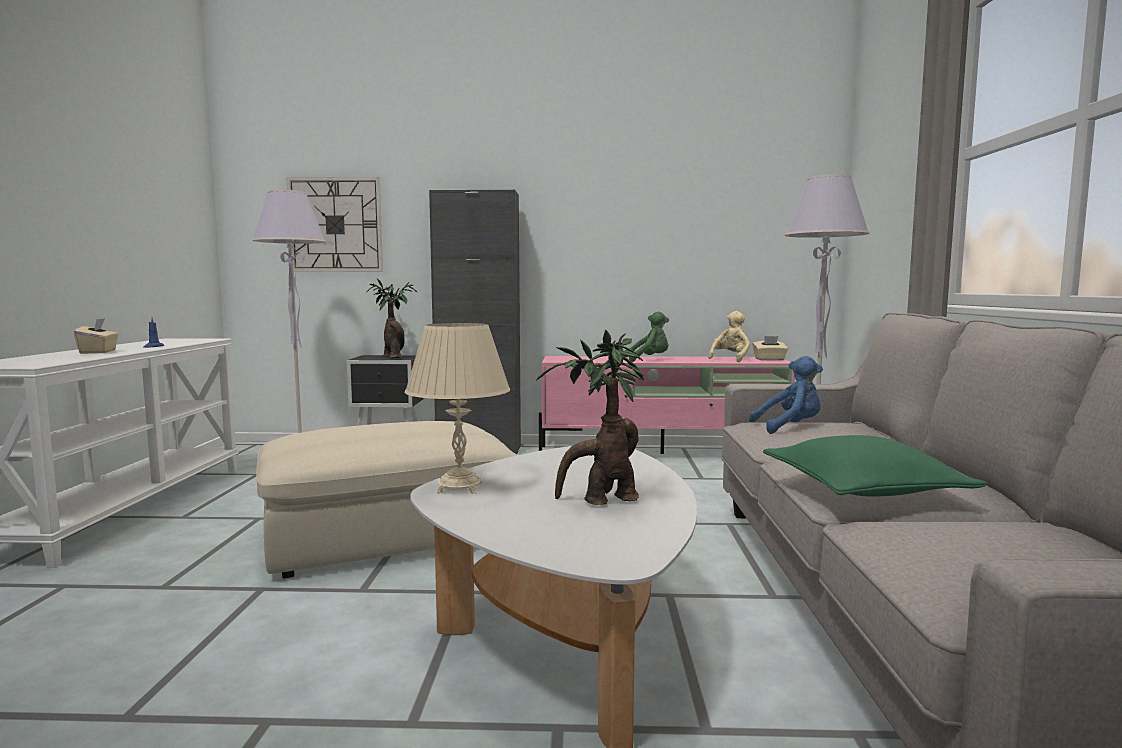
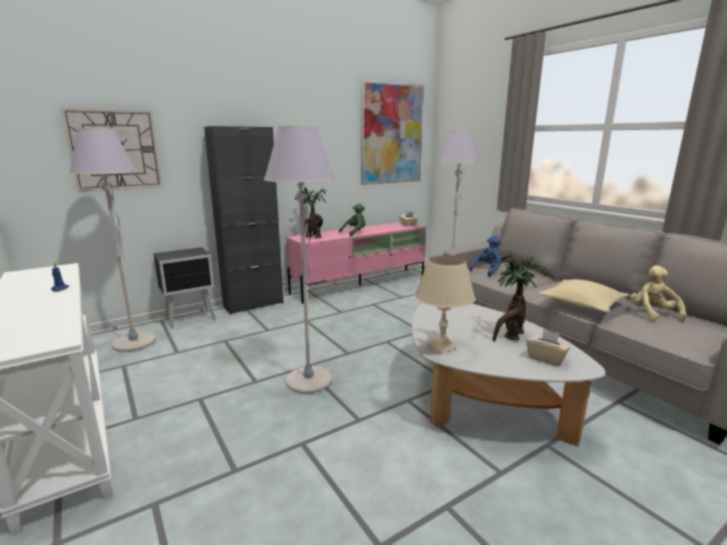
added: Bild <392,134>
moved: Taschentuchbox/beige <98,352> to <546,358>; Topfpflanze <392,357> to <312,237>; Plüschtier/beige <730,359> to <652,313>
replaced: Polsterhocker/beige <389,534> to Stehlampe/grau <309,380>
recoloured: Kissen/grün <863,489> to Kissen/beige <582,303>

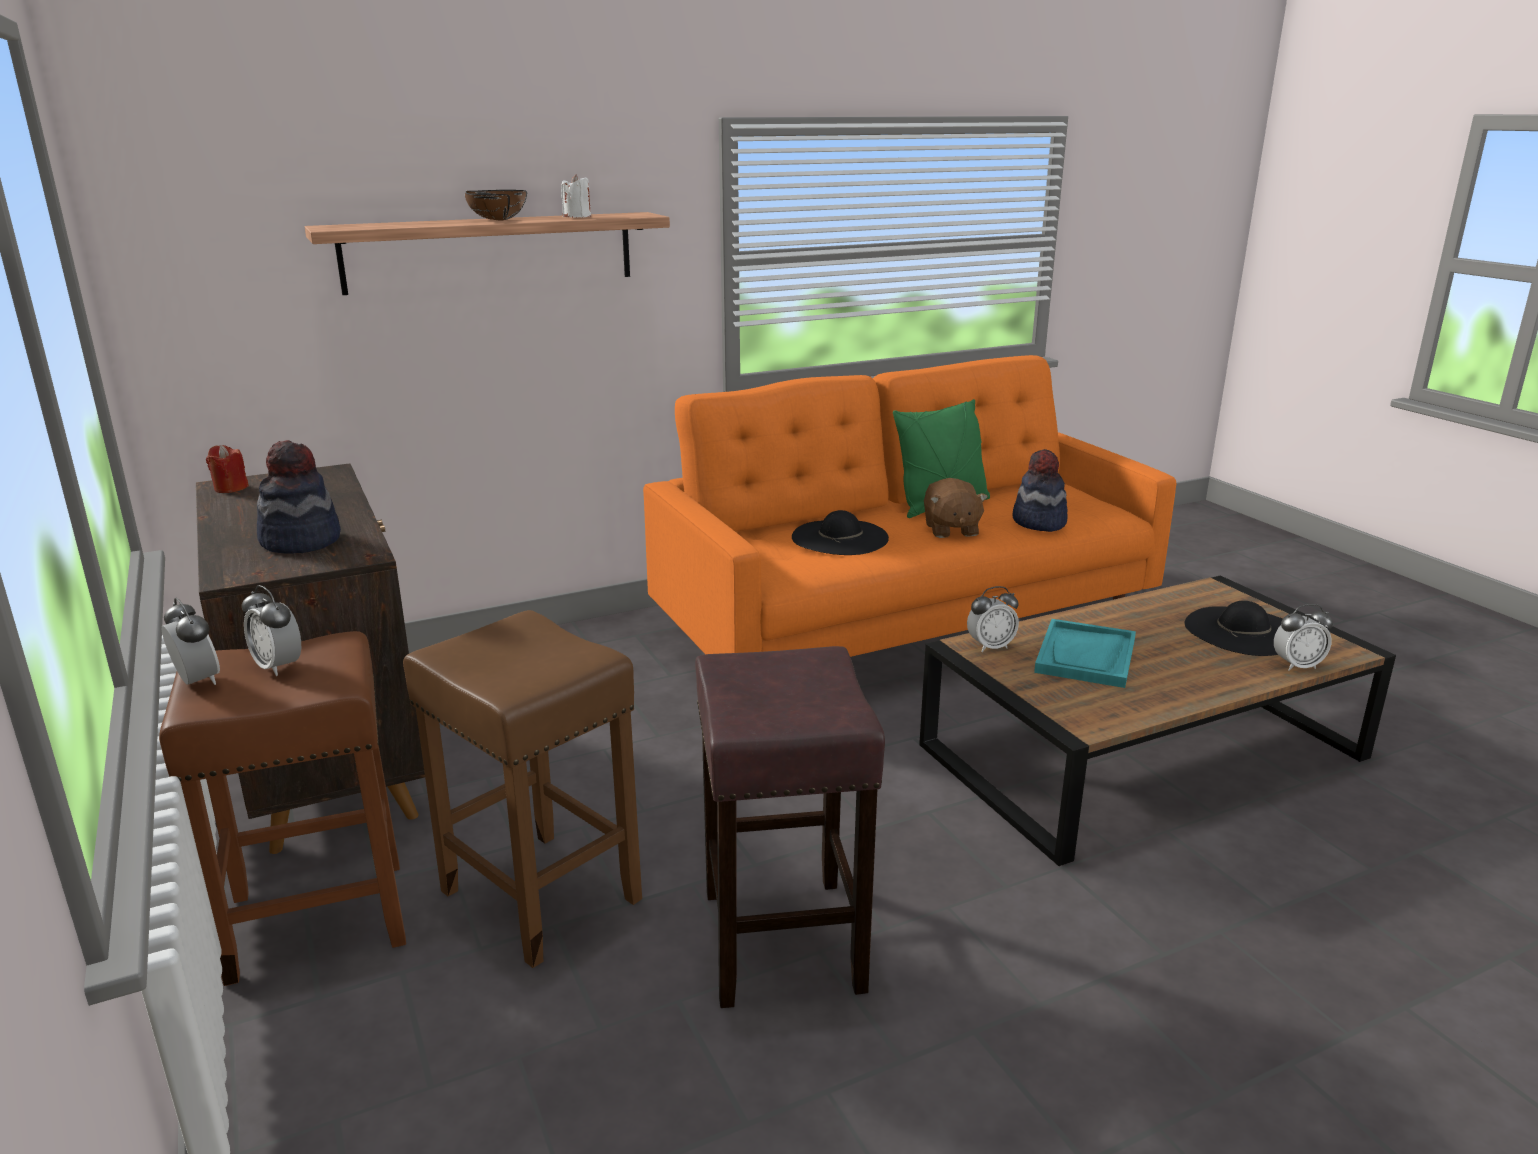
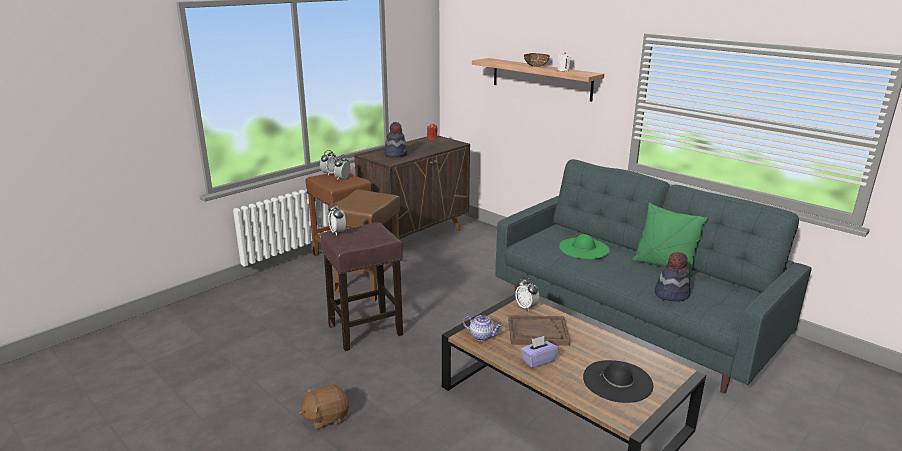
added: Teekanne <482,336>; Taschentuchbox/lila <538,361>
moved: Plüschtier/braun <950,530> to <326,417>; Wecker <1297,666> to <338,232>
recoloured: Sofa/orange <905,627> to Sofa/grau <632,321>; Hut/schwarz <840,537> to Hut/grün <584,248>; Tablett/türkis <1086,656> to Tablett/braun <537,332>

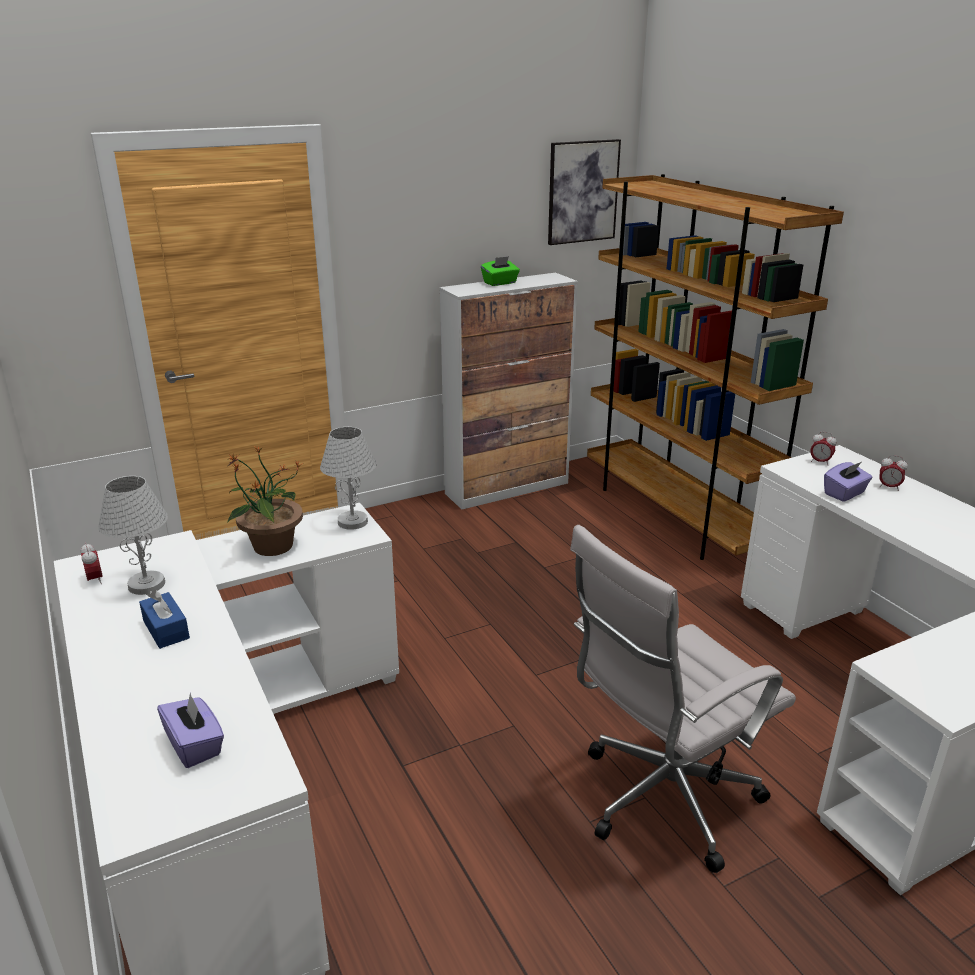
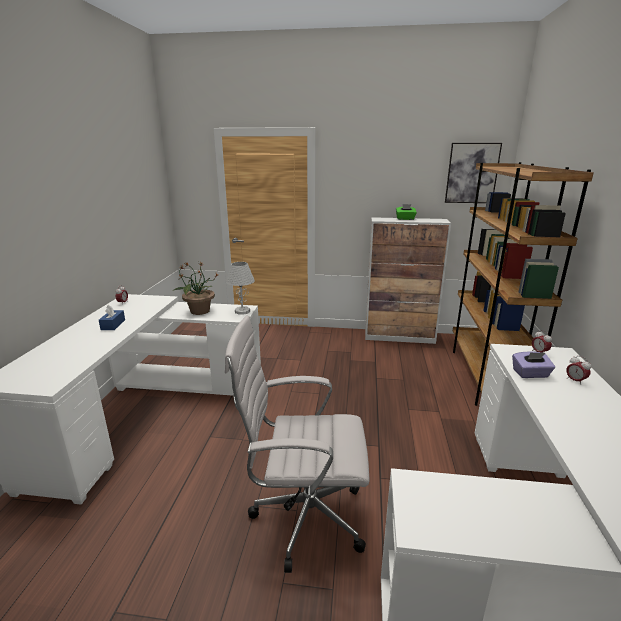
removed: Tischlampe/weiß <146,585>; Taschentuchbox/lila <195,745>

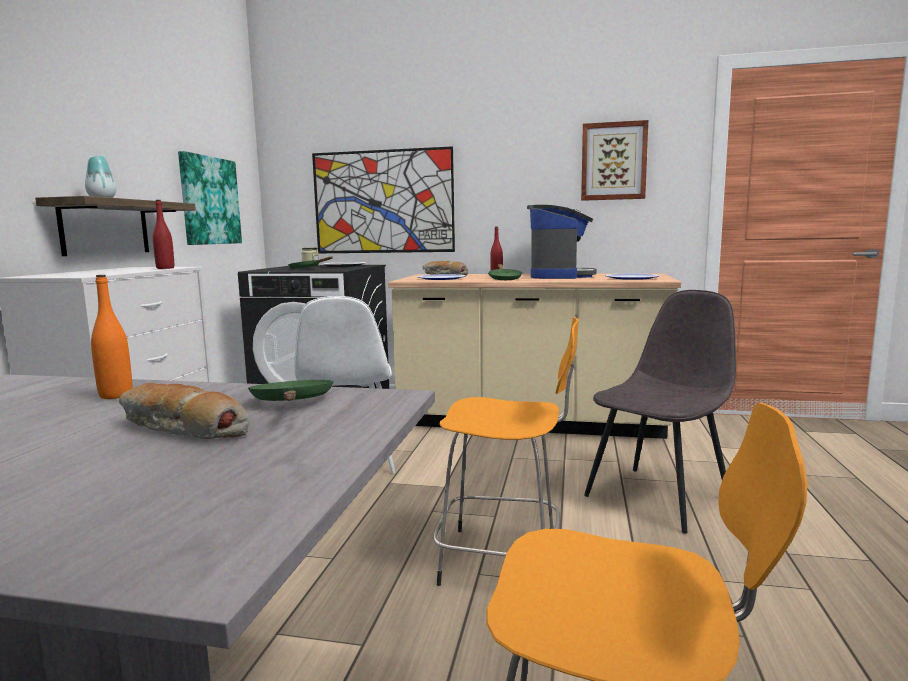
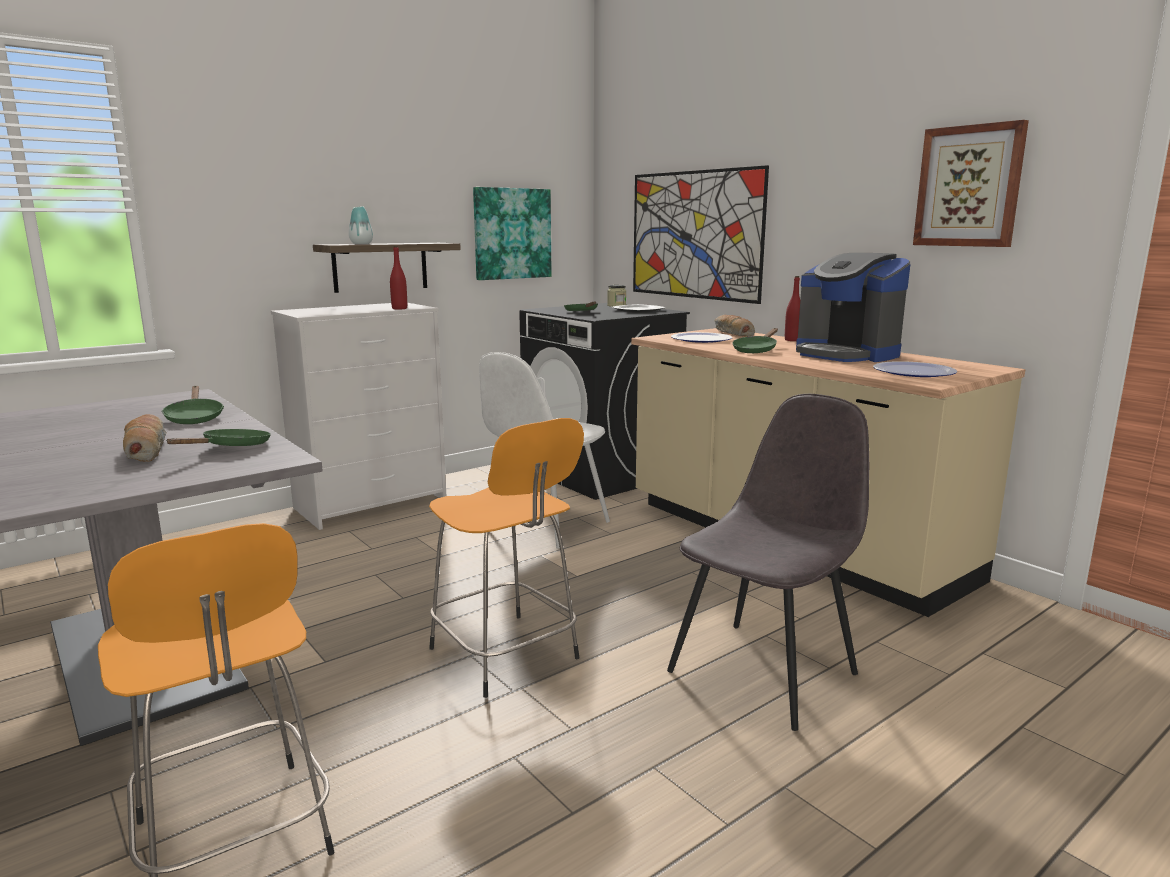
replaced: Flasche/orange <116,395> to Pfanne/grün <194,418>
turned: Kaffeemaschine <560,276> = <846,354> 90 degrees clockwise; Stuhl/grau <659,497> = <765,670> 45 degrees counterclockwise

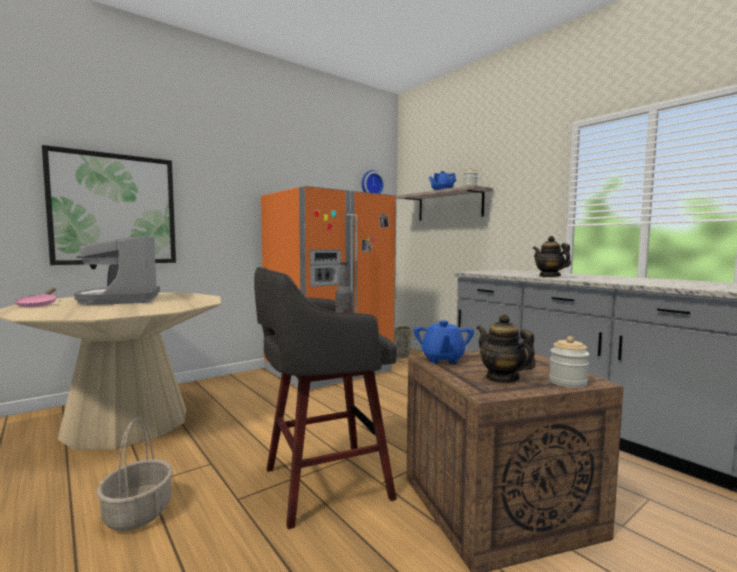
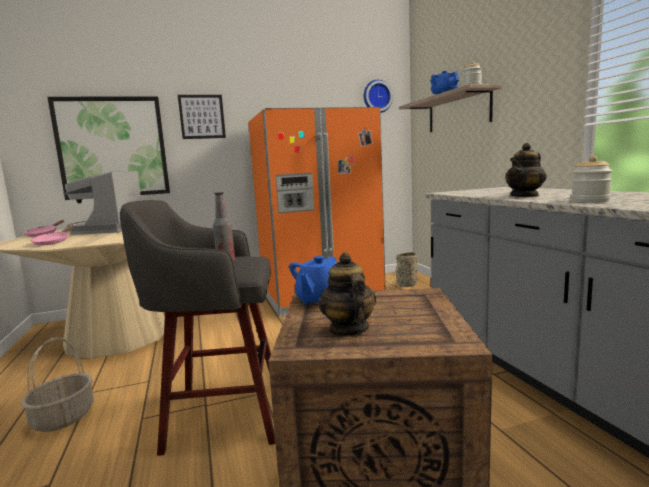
added: Pfanne/rosa <53,242>; Bild <202,117>
moved: Vorratsglas <567,382> to <590,201>
turned: Teekanne <549,276> = <525,196> 120 degrees counterclockwise

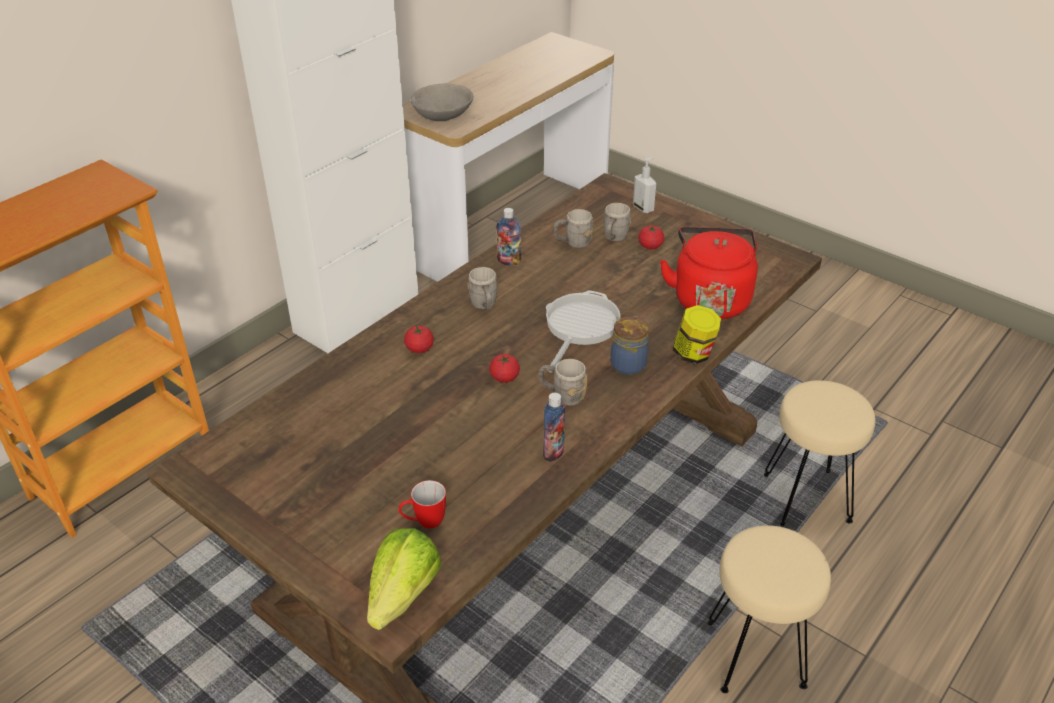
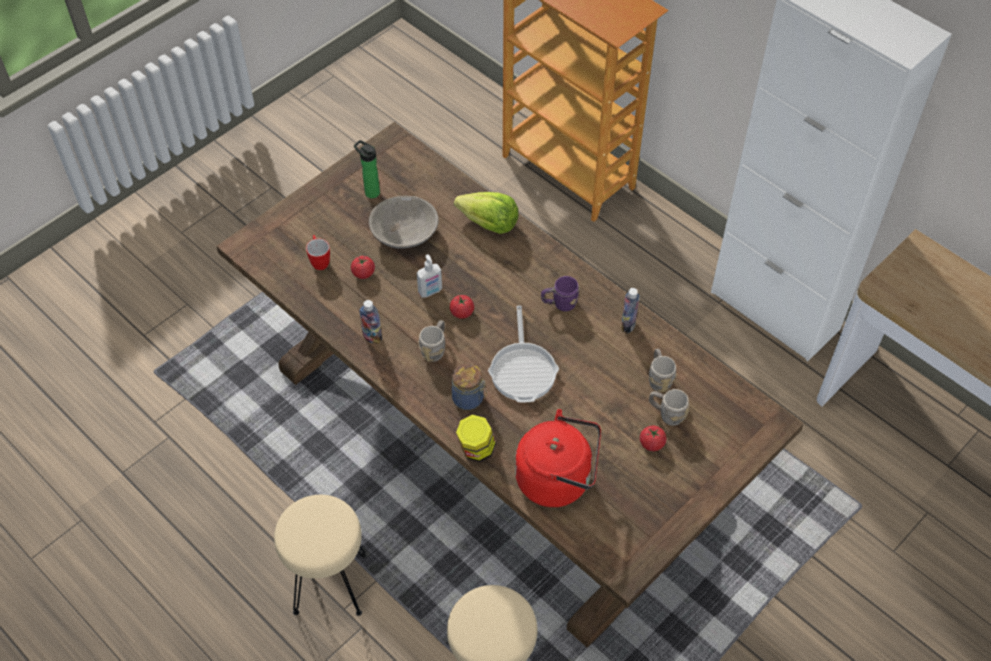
added: Flasche <370,192>
moved: Salatkopf <403,595> to <488,224>; Tomate <419,348> to <363,273>; Schüssel/grau <442,114> to <404,233>; Seifenspender <643,208> to <430,291>
recoloured: Henkelbecher/grau <484,306> to Henkelbecher/lila <559,304>
turned: Pfanne <580,327> = <523,370> 60 degrees clockwise

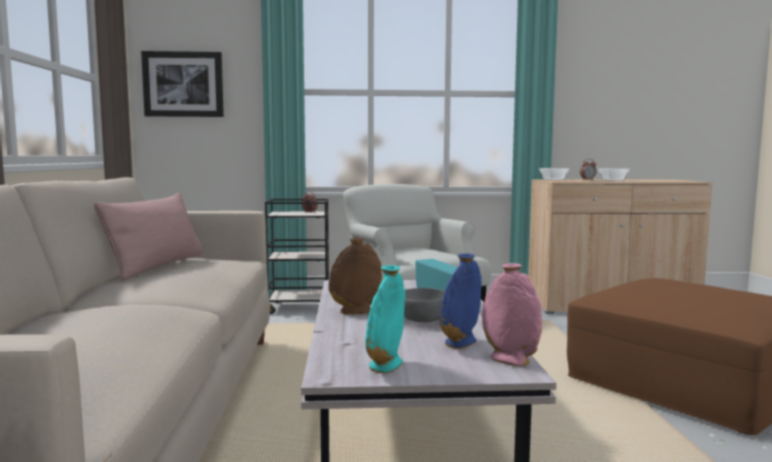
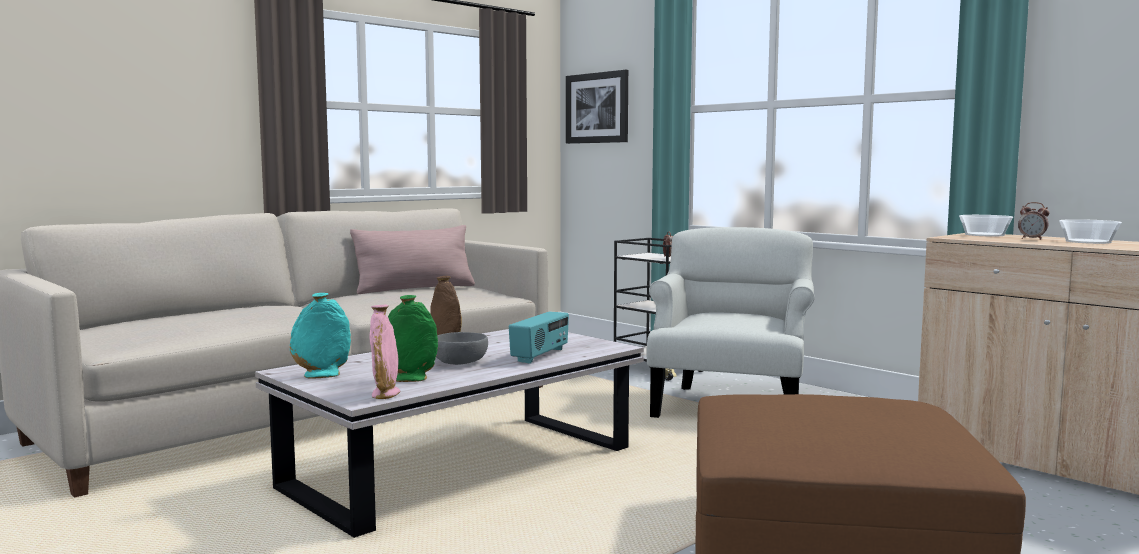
recoloured: Vase/blau <460,343> to Vase/grün <409,379>

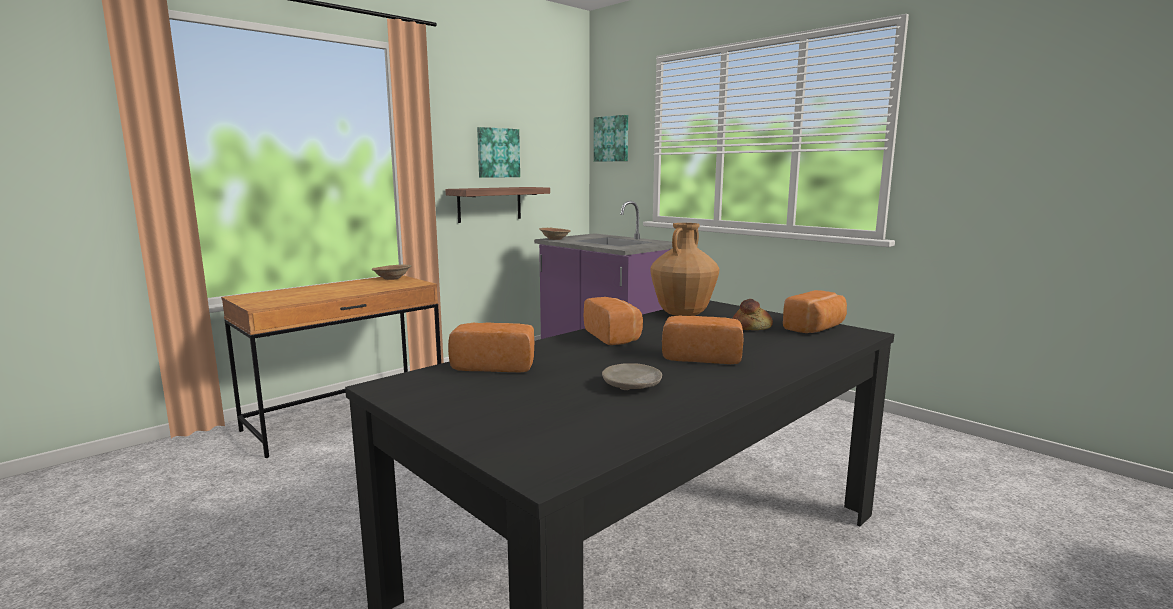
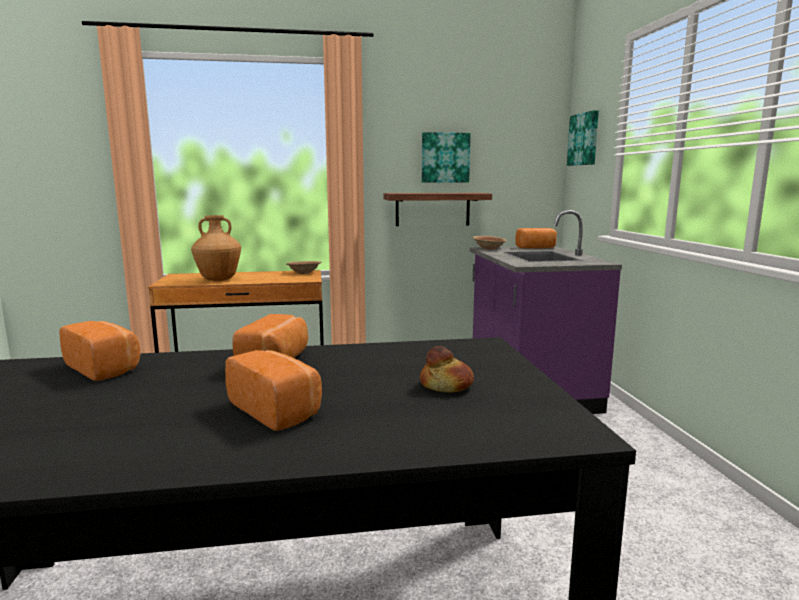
removed: Teller/beige <631,386>
moved: Vase/braun <683,314> to <219,280>; Brot <816,328> to <536,248>

